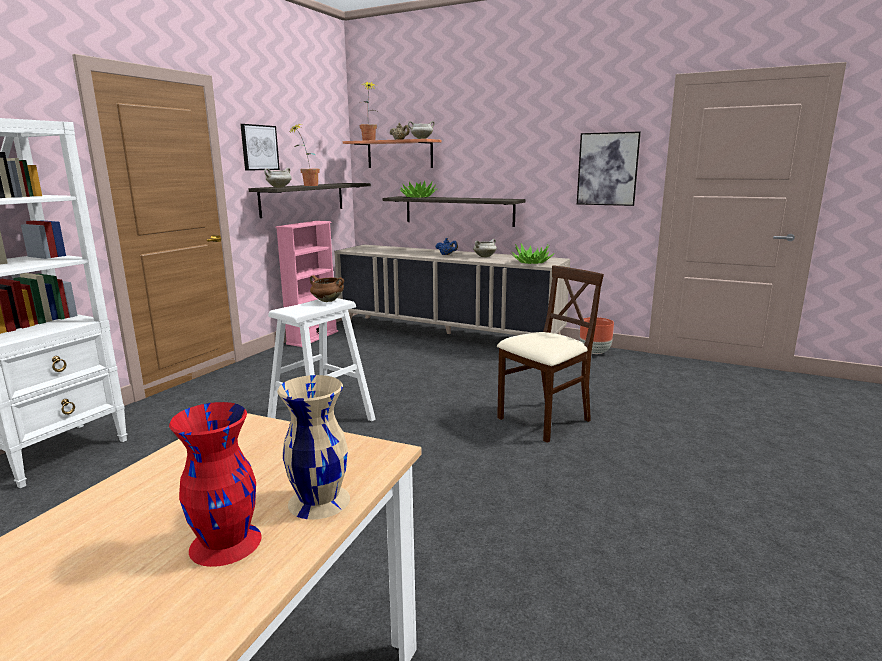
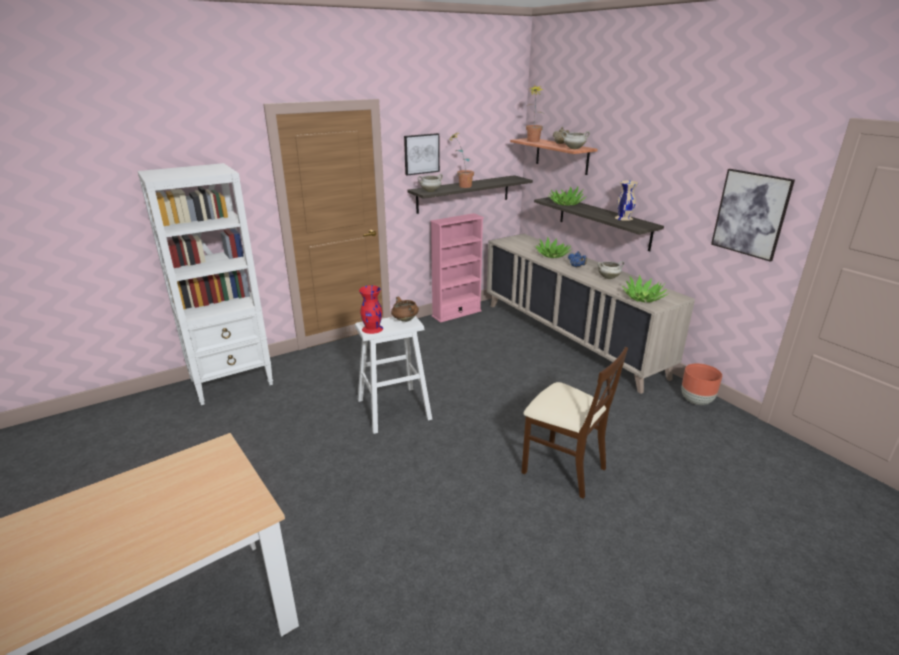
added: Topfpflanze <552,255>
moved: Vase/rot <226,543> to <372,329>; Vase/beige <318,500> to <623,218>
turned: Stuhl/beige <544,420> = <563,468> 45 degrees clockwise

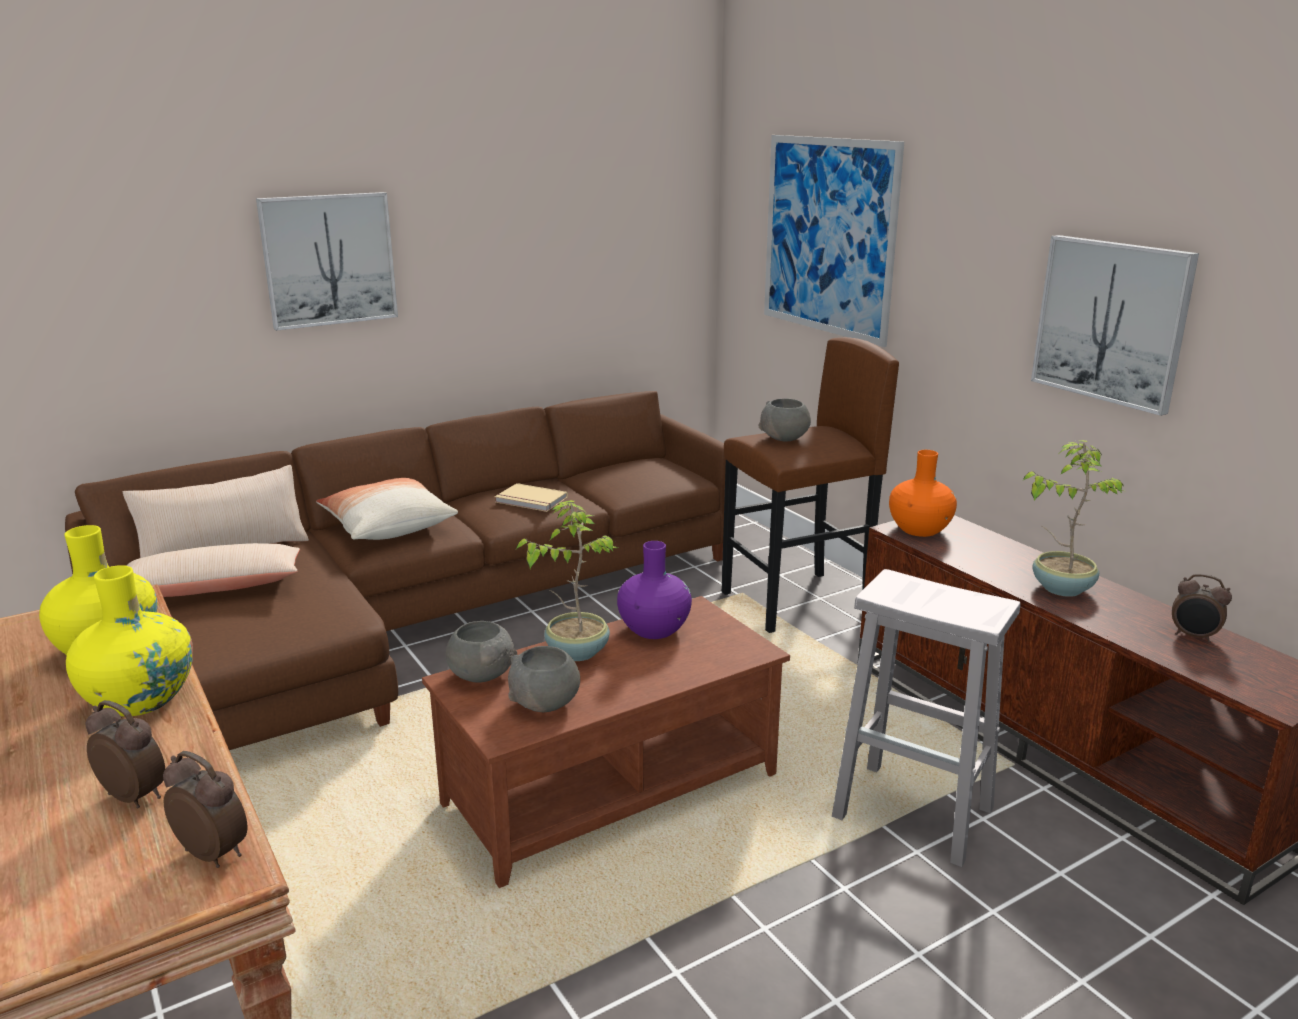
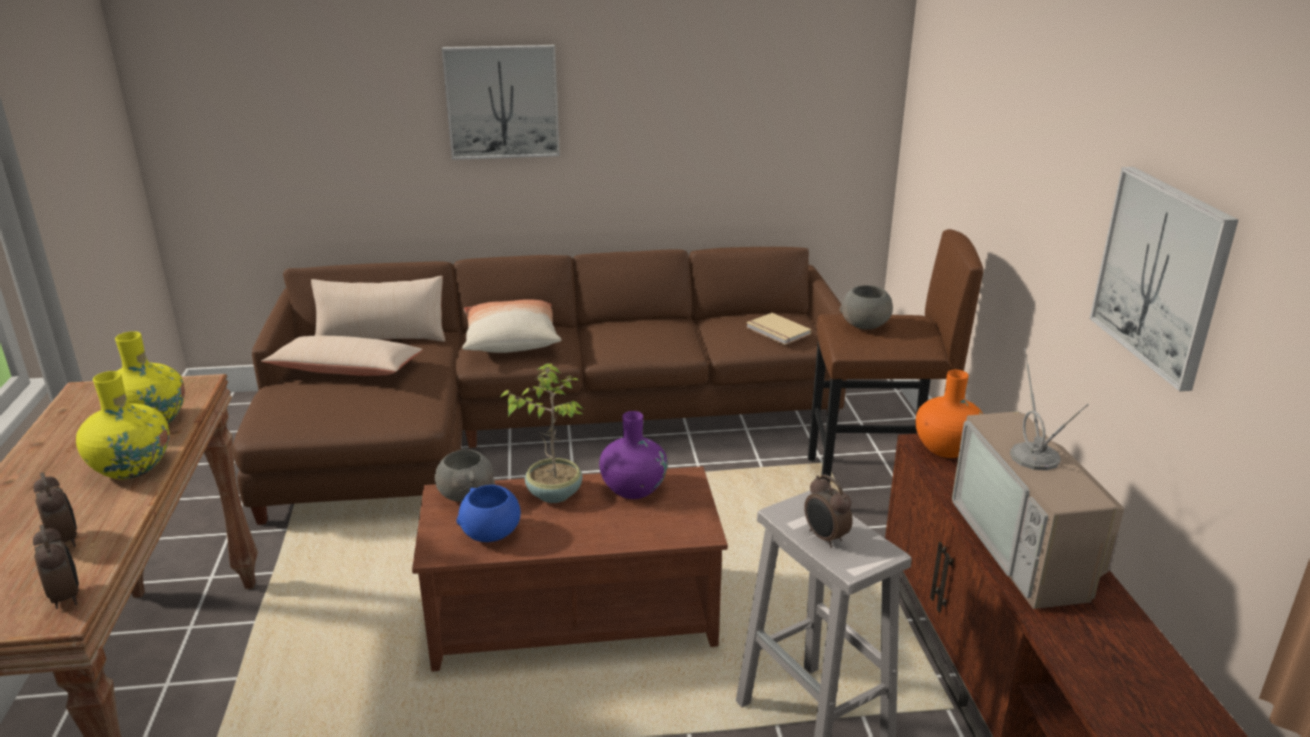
removed: Bild <828,236>
moved: Buch/beige <530,501> to <777,331>; Wecker <1194,636> to <825,538>
replaced: Topfpflanze <1061,588> to Fernseher <1030,548>
recoloured: Schüssel/grau <545,703> to Schüssel/blau <491,533>

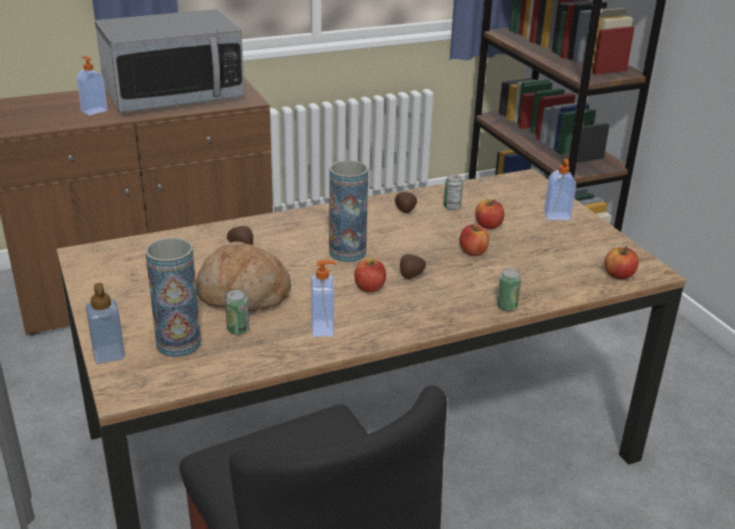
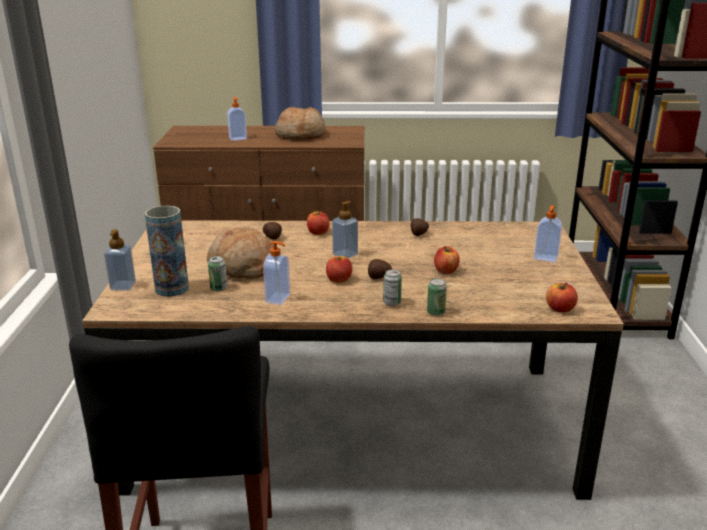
moved: Dose <452,207> to <392,302>; Apfel <488,225> to <318,232>
replaced: Mikrowelle <174,95> to Brot <301,135>; Vase <347,252> to Seifenspender <345,254>

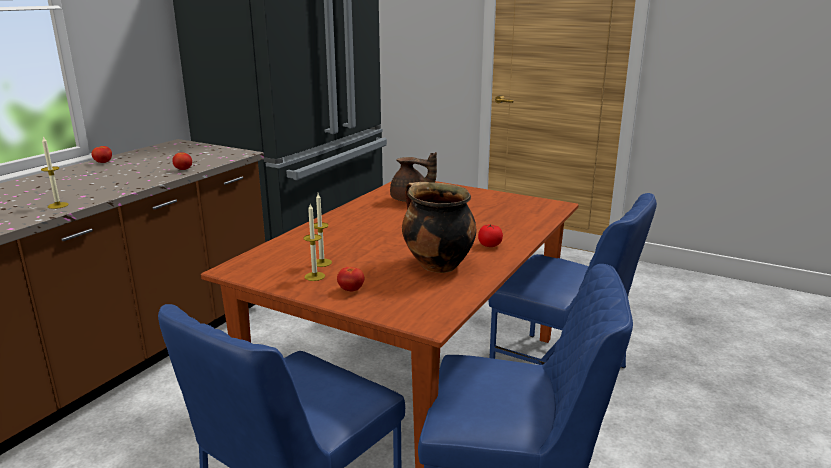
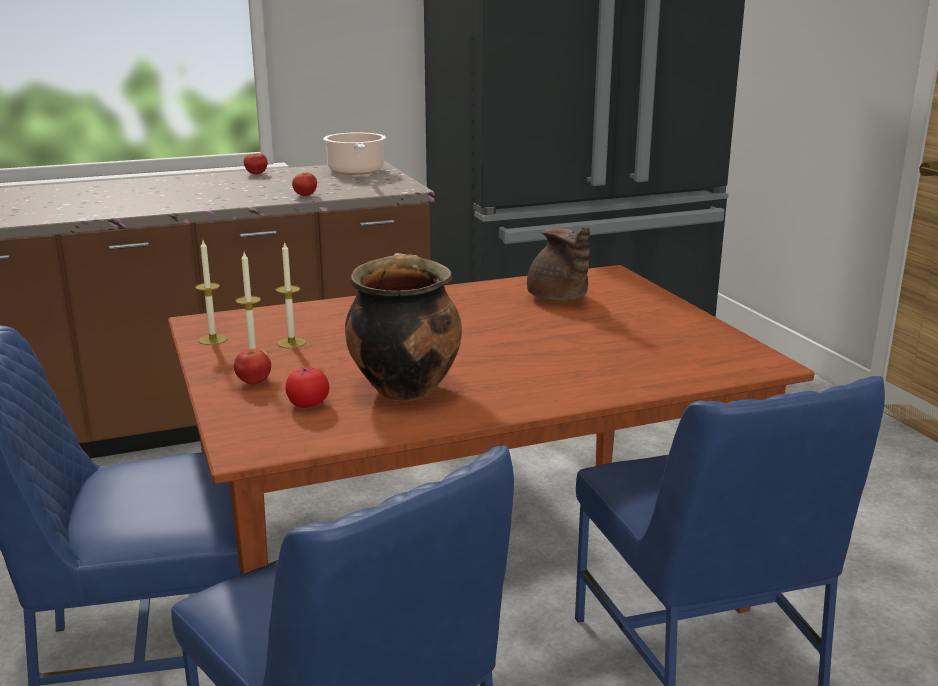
added: Kochtopf <356,172>
moved: Kerze <58,205> to <213,340>; Tomate <490,245> to <308,404>

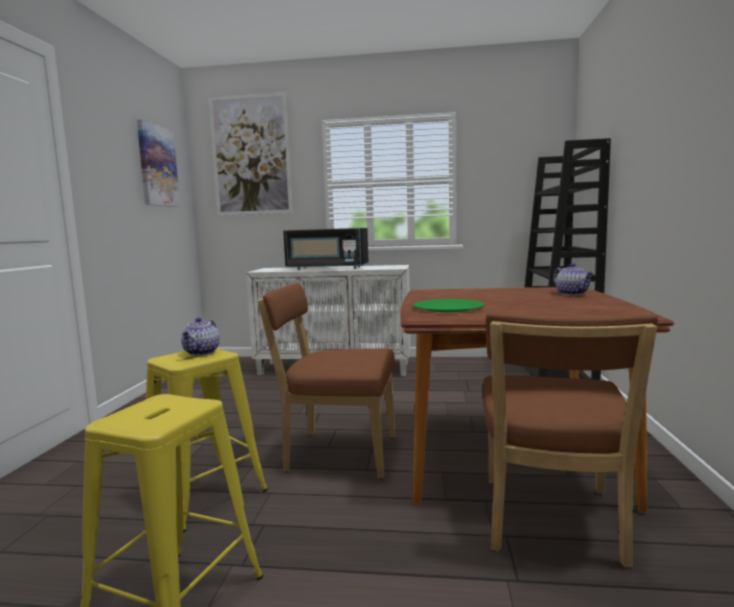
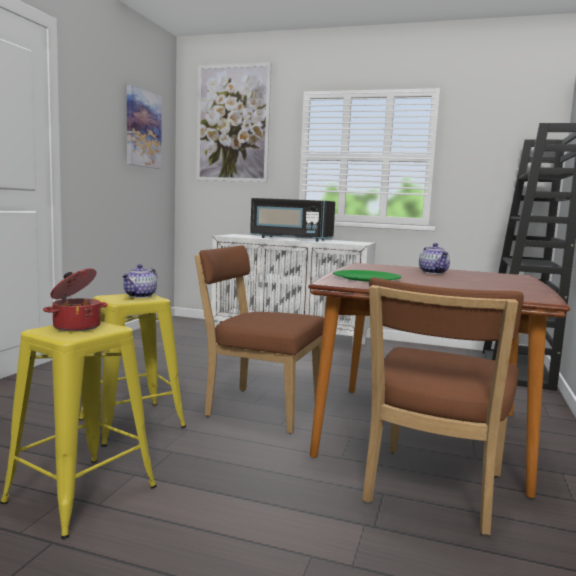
added: Kochtopf <76,326>
moved: Teekanne <572,293> to <434,272>

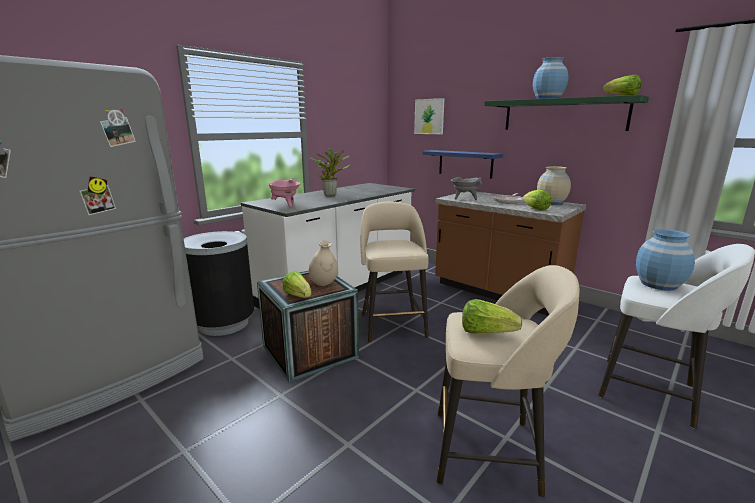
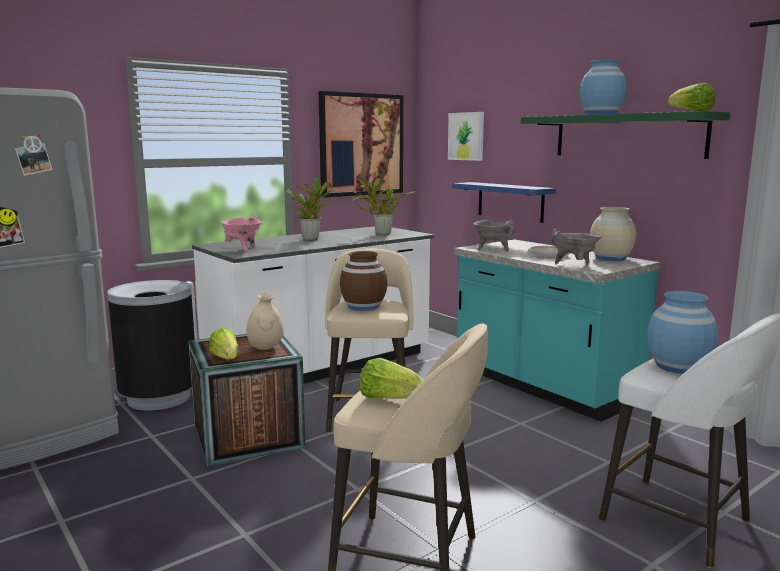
added: Bild <361,144>; Vase/braun <363,306>; Topfpflanze <380,234>
replaced: Salatkopf <535,209> to Kochtopf/grau <575,265>
recoloured: Küchenzeile/braun <498,292> to Küchenzeile/türkis <543,386>

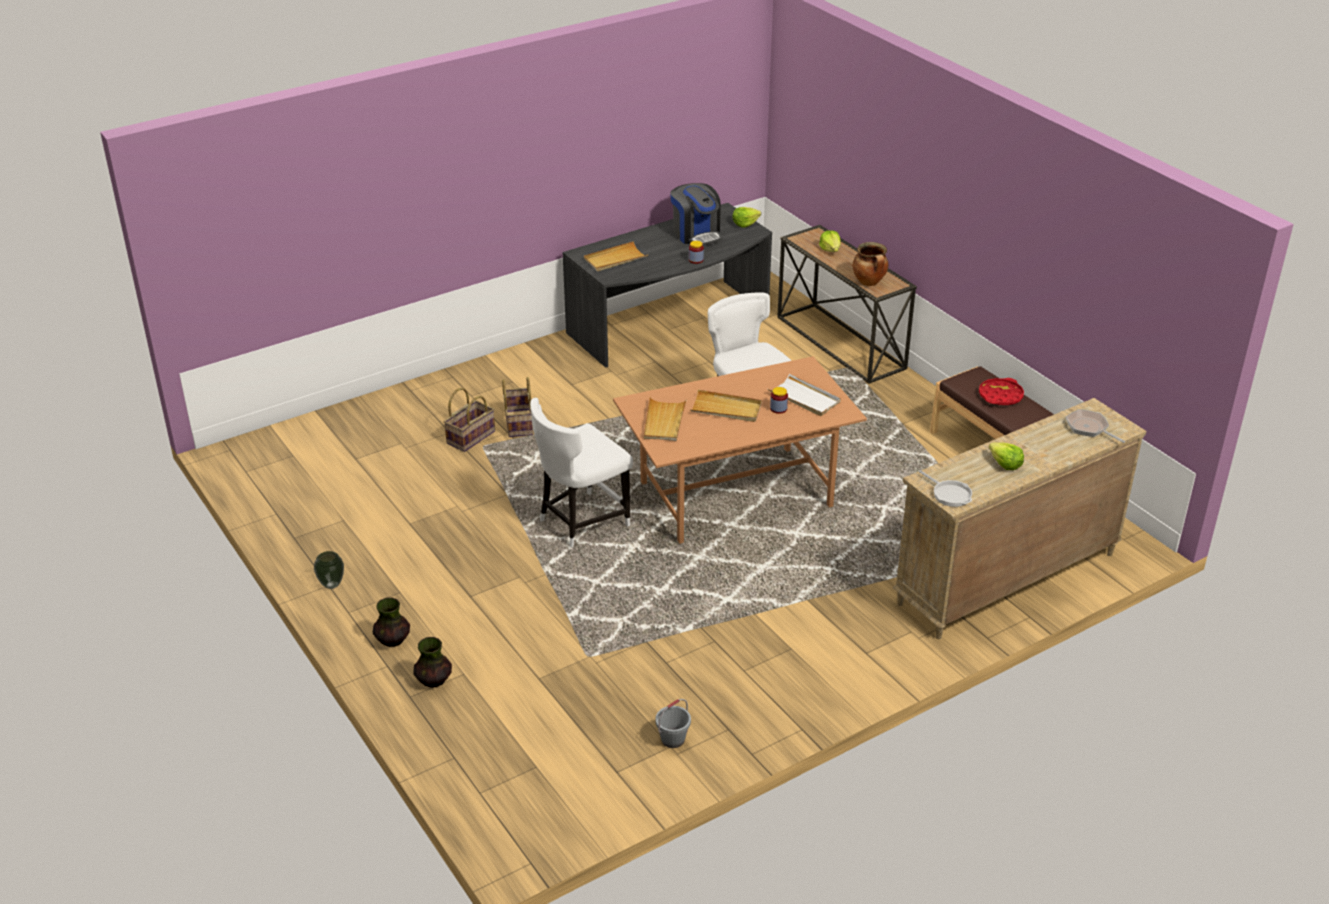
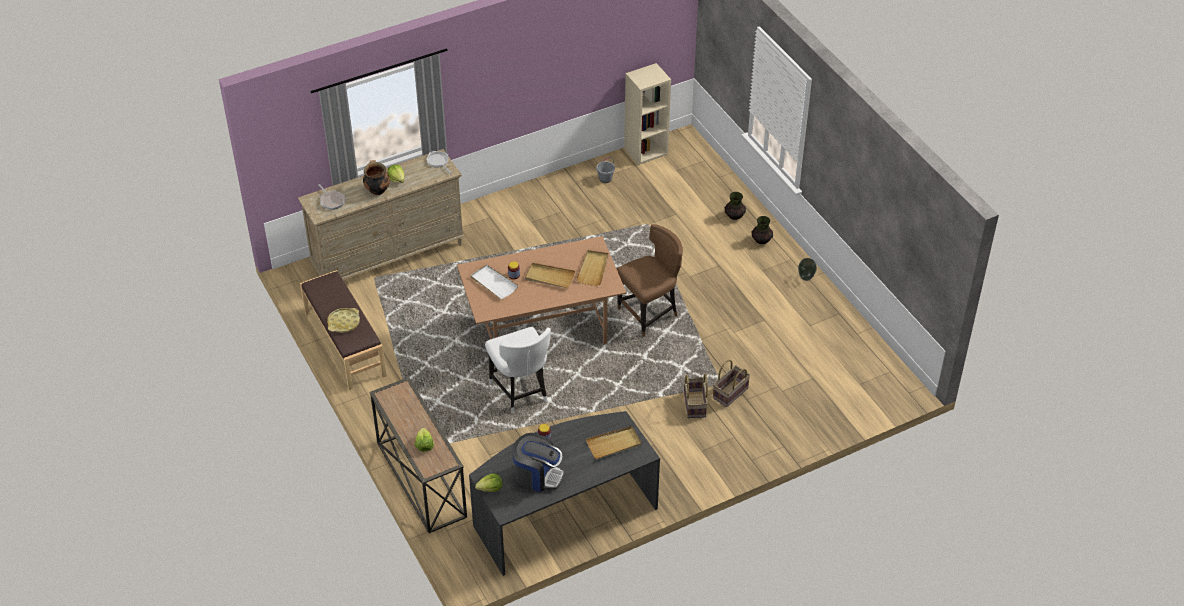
added: Bücherregal/beige <646,151>
moved: Kochtopf <869,282> to <377,190>
recoloured: Stuhl/weiß <581,522> to Stuhl/braun <649,314>; Tablett/rot <1000,396> to Tablett/gelb <344,323>
turned: Kaffeemaschine <696,234> = <538,475> 135 degrees clockwise

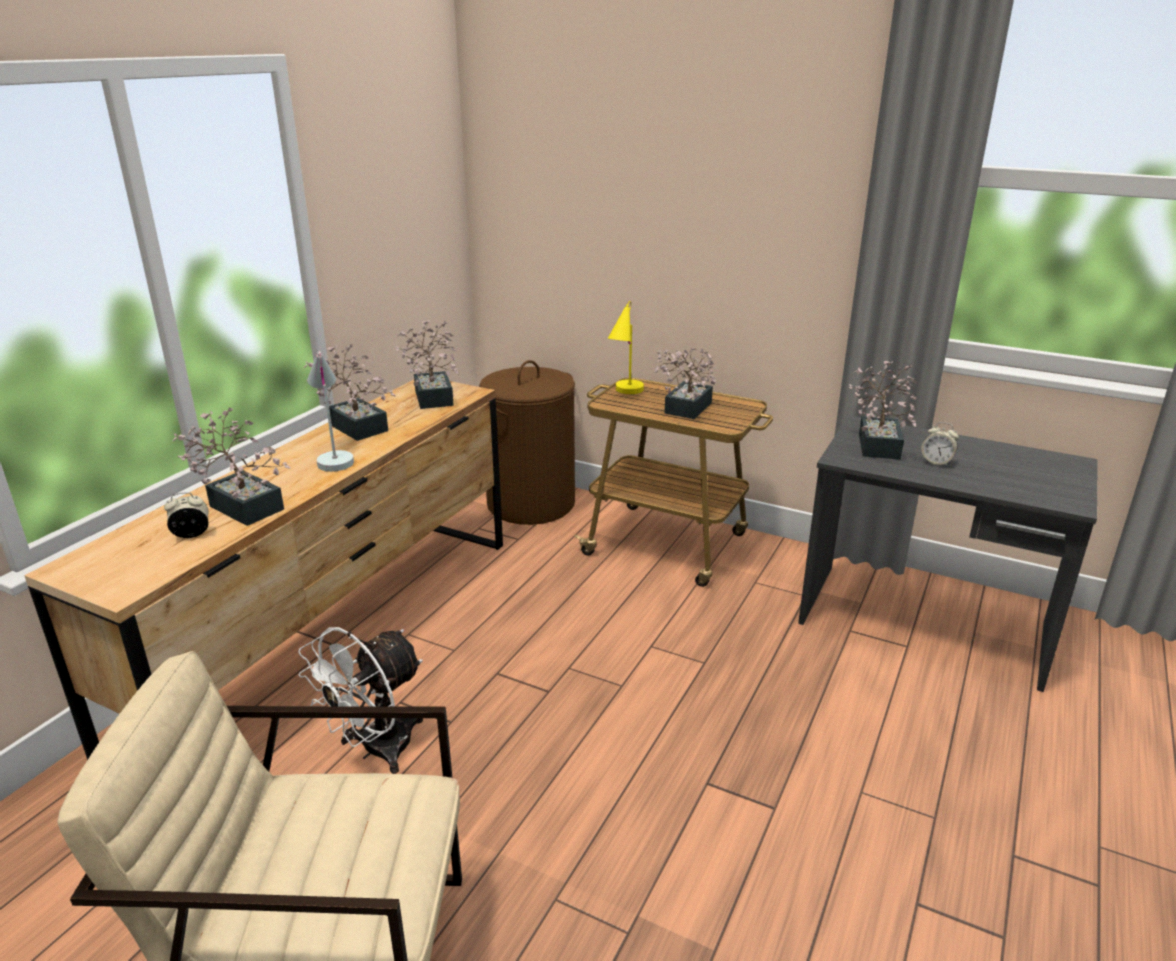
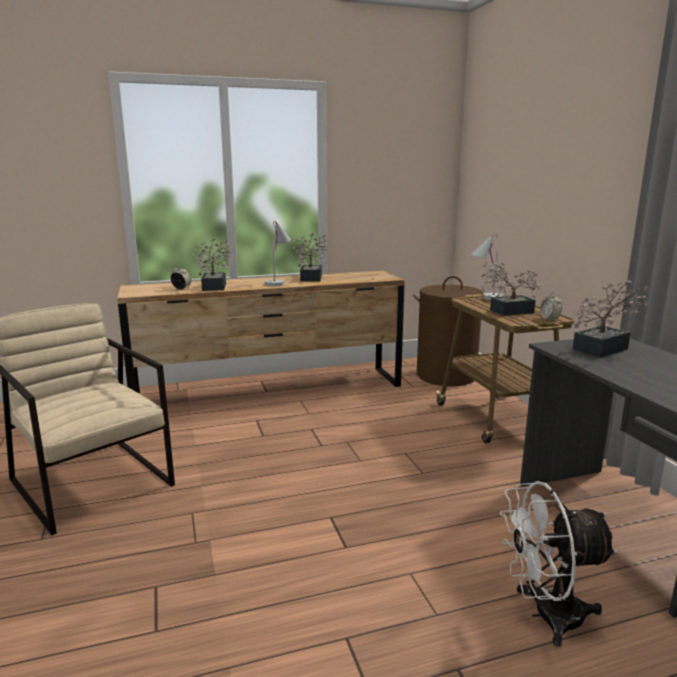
removed: Topfpflanze <434,395>
moved: Ventilator/weiß <376,750> to <546,615>; Wecker <936,462> to <549,319>
recoloured: Tischlampe/gelb <624,393> to Tischlampe/weiß <485,299>

